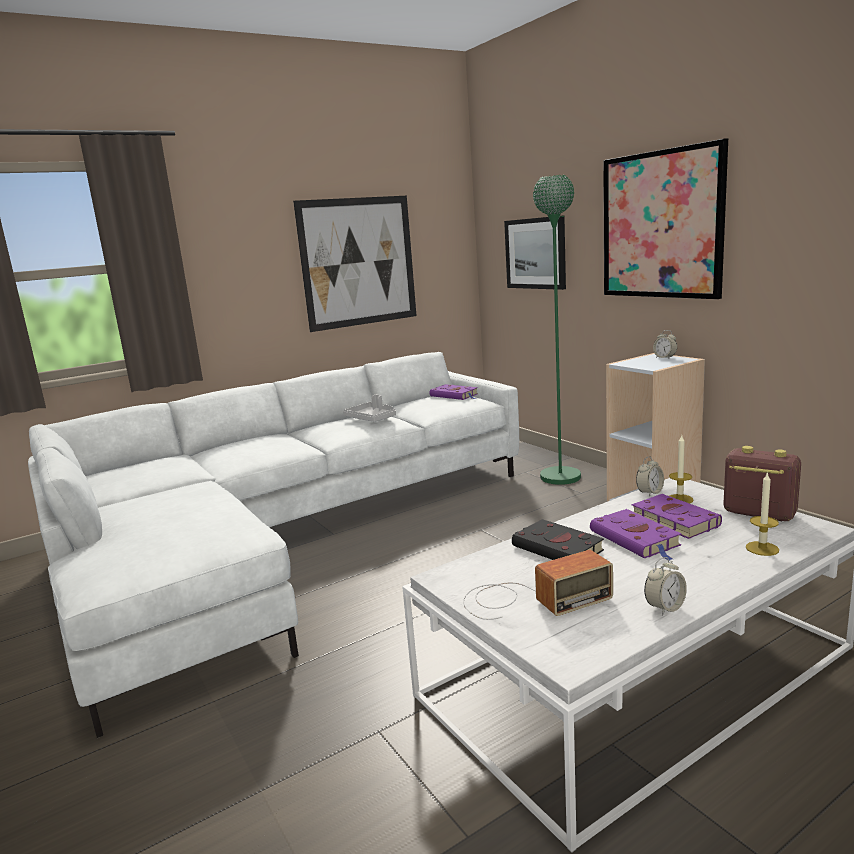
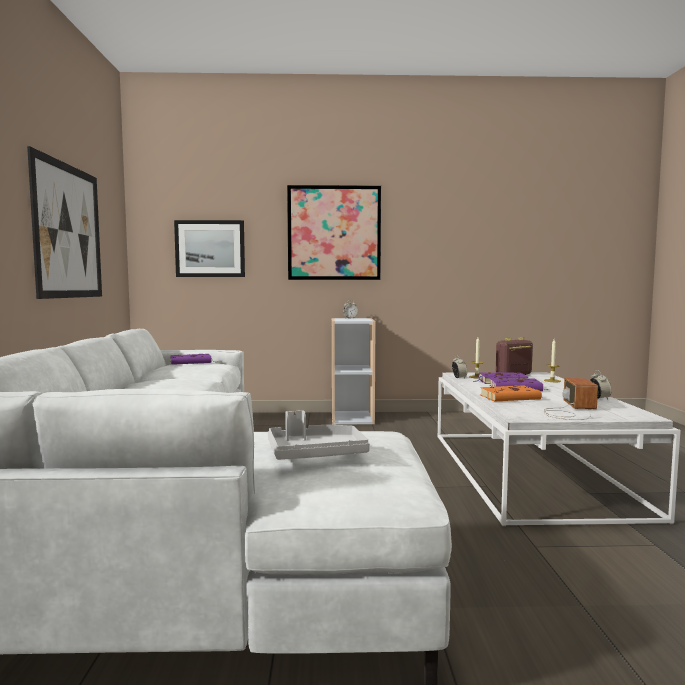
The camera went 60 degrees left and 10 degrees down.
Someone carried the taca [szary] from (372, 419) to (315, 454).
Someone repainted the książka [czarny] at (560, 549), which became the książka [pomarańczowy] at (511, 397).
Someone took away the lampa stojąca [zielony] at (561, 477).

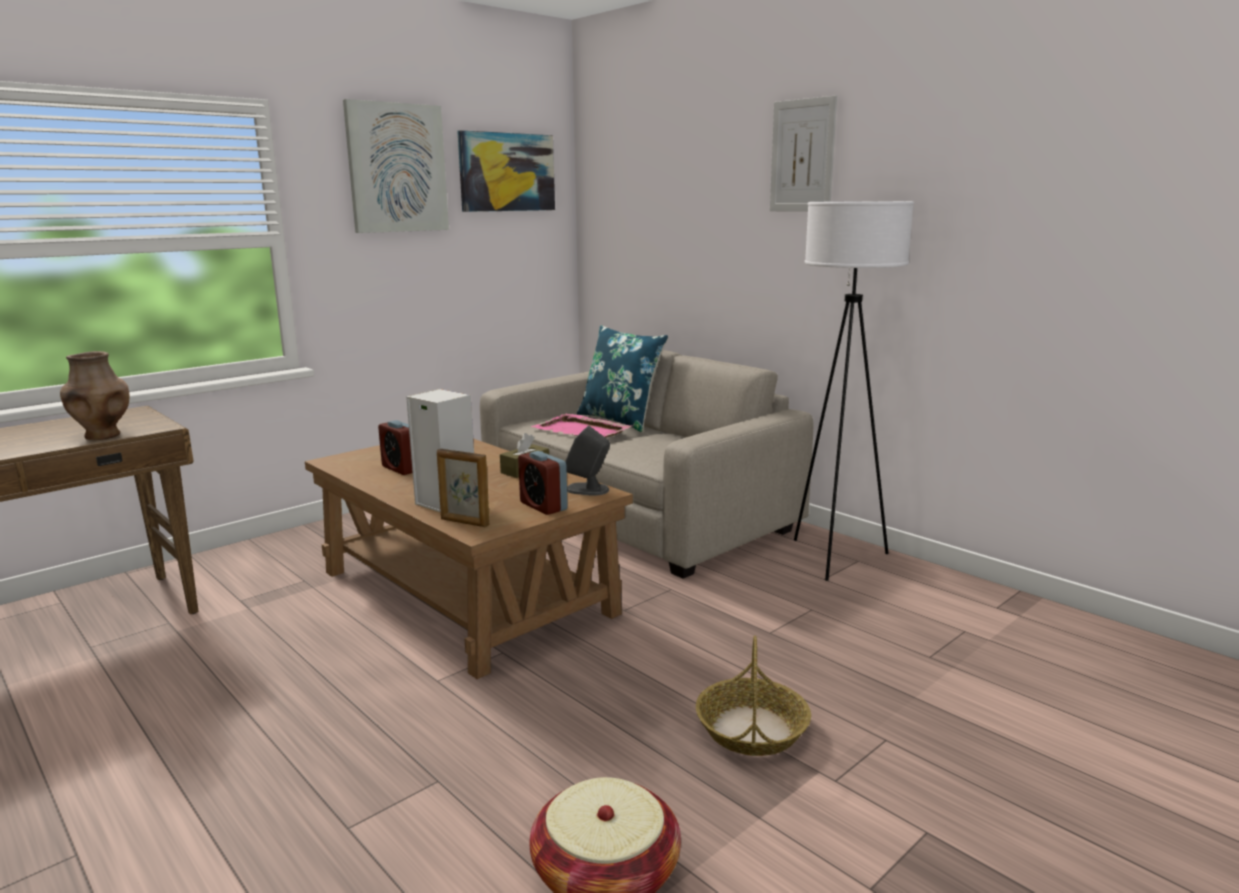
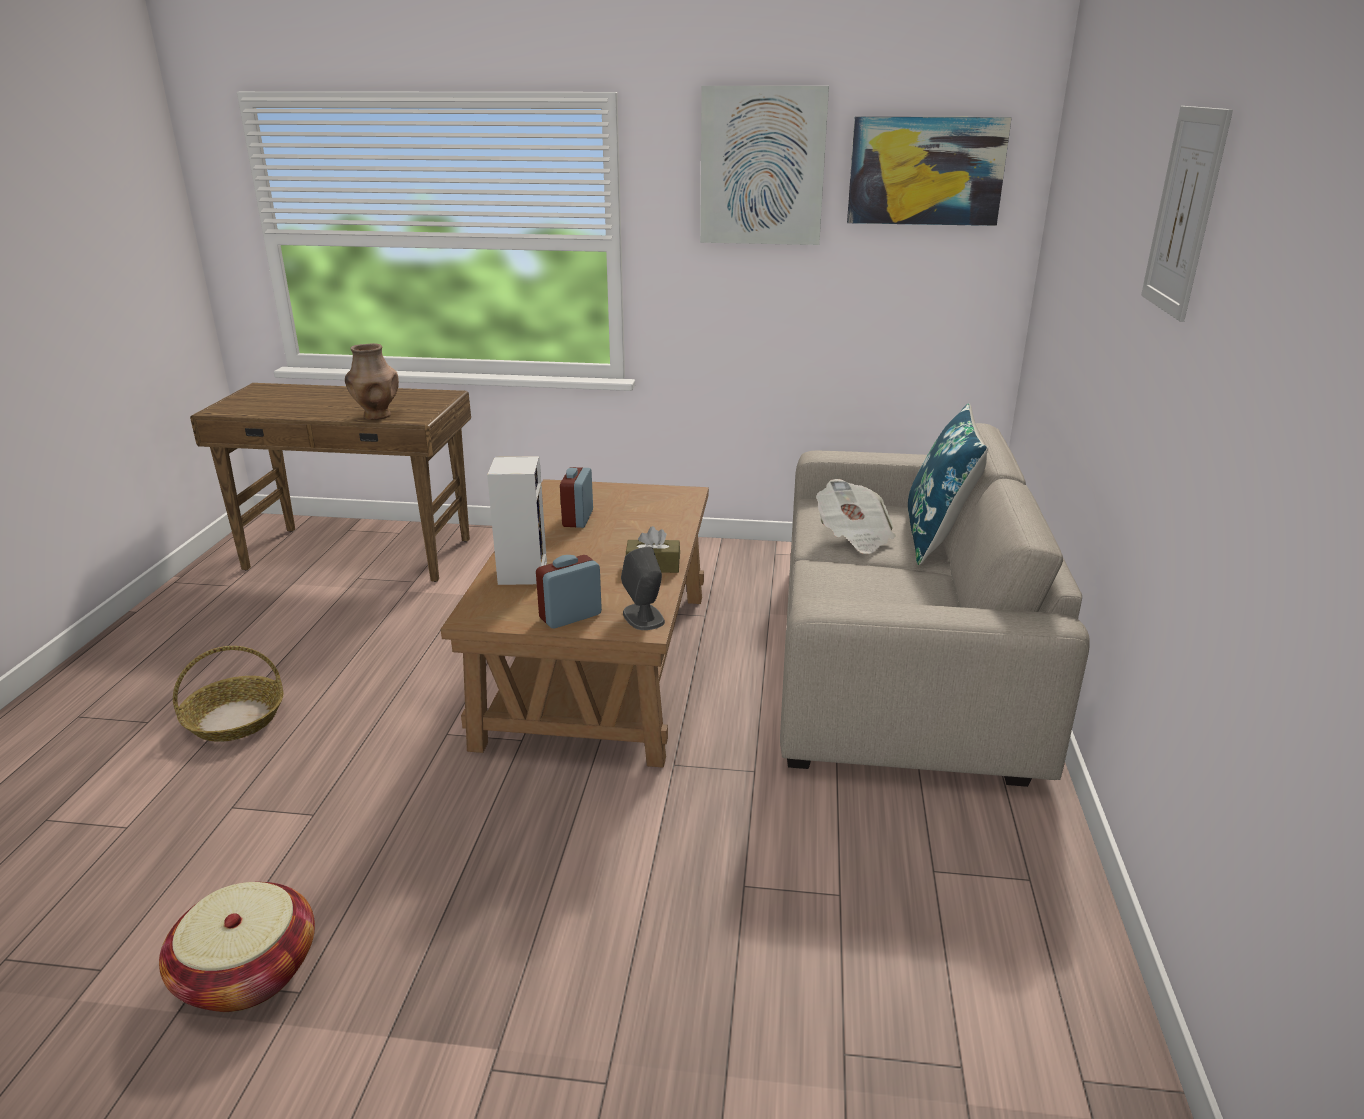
The camera went 50 degrees right and 10 degrees up.
Someone took away the ramka na zdjęcie at (464, 522).
Someone rotated the budzik at (543, 506) by 45 degrees clockwise.
Someone swapped the taca [różowy] at (582, 430) for the gazeta at (854, 536).
Someone carried the koszyk from (752, 730) to (234, 720).
Someone took away the lampa stojąca [biały] at (835, 558).

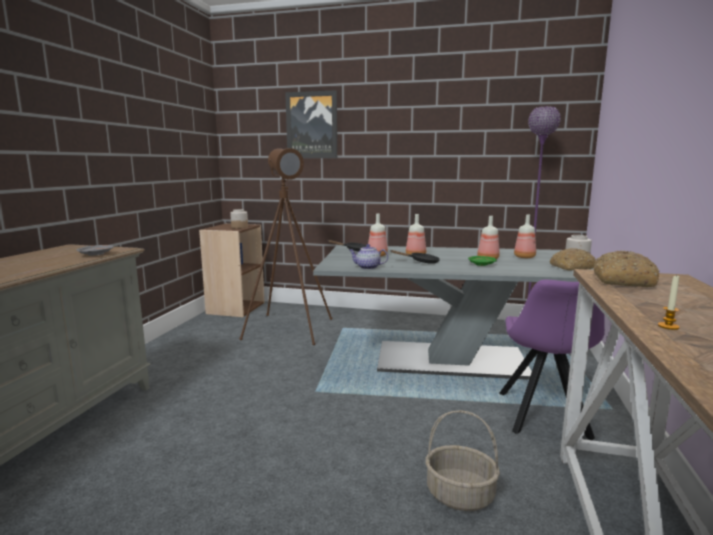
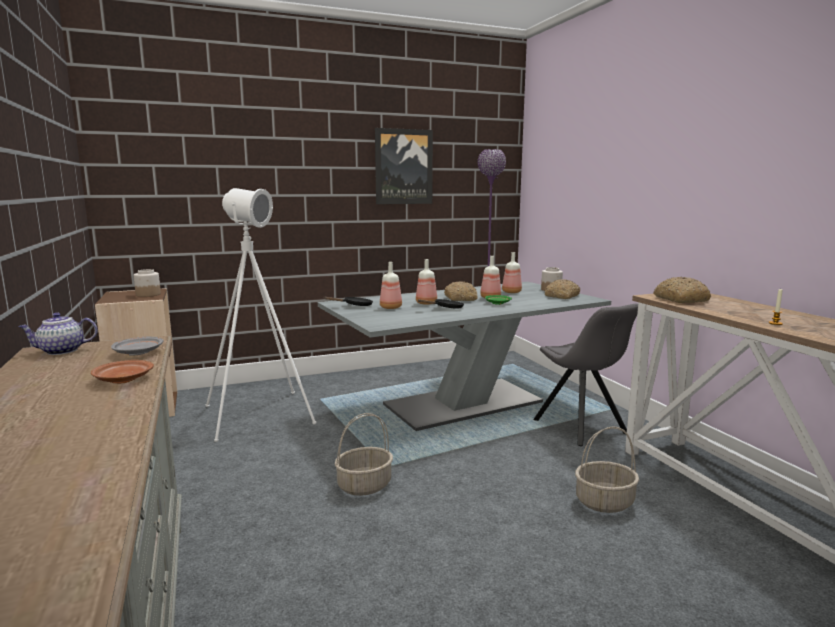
The camera went 35 degrees left and 0 degrees up.
Someone repainted the lampa stojąca [brązowy] at (289, 329), which became the lampa stojąca [biały] at (259, 415).
Someone carried the obraz from (312, 125) to (403, 167).
Someone carried the imbryk from (367, 267) to (61, 351).
Someone repainted the krzesło [fioletowy] at (543, 415), which became the krzesło [szary] at (580, 427).
Someone put down the talerz [brązowy] at (123, 379).
Someone put down the koszyk at (365, 485).
Someone put down the chleb at (461, 298).

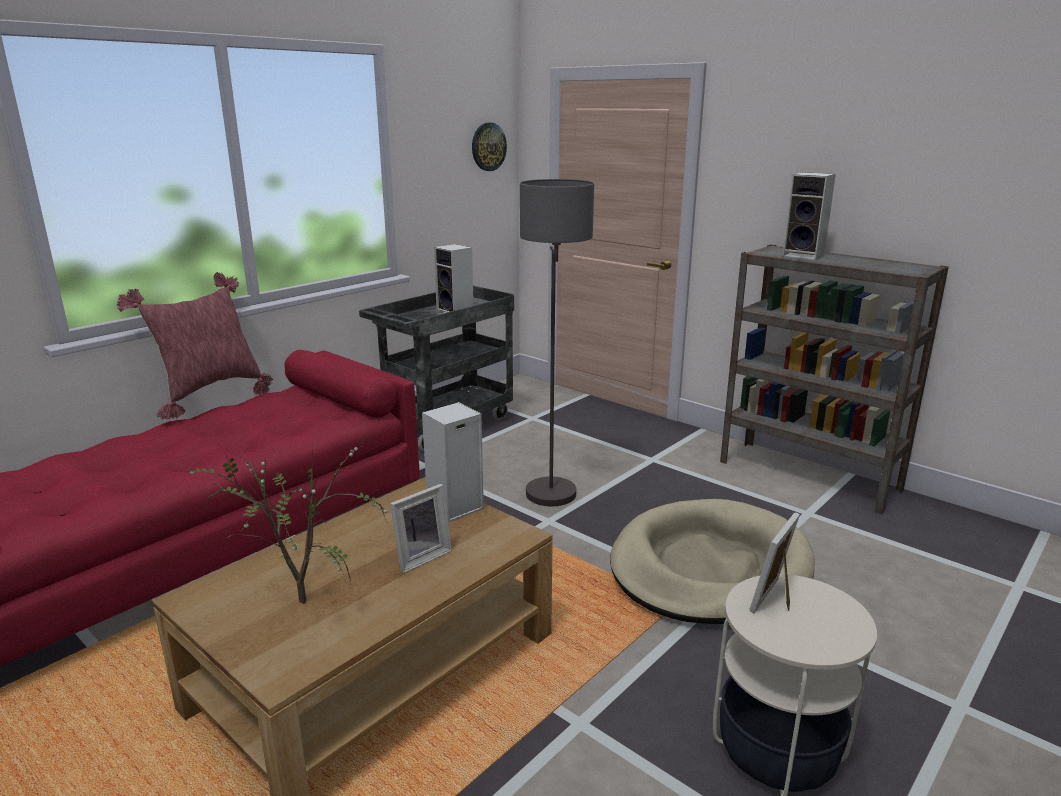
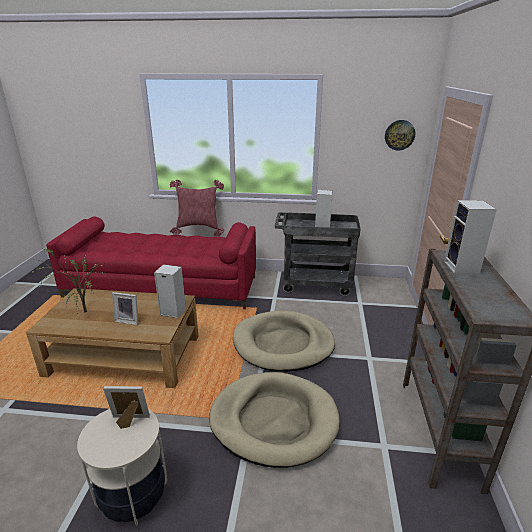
The camera went 55 degrees right and 5 degrees up.
Someone swapped the lampa stojąca [szary] at (552, 501) for the legowisko [beżowy] at (283, 344).

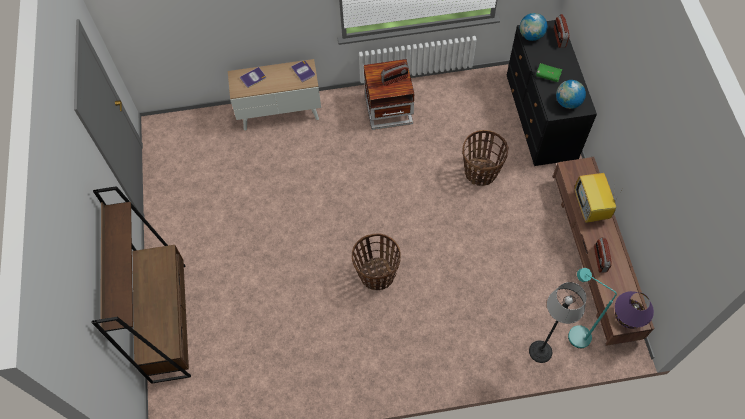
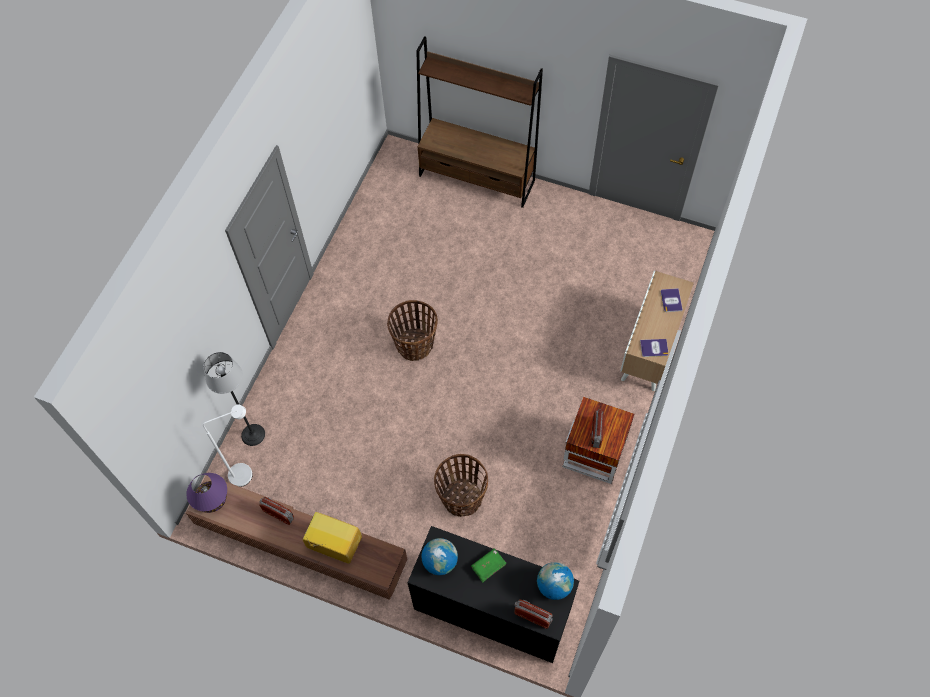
The camera went 120 degrees right and 0 degrees up.
Someone repainted the lampa stojąca [turkusowy] at (573, 333), which became the lampa stojąca [biały] at (247, 473).

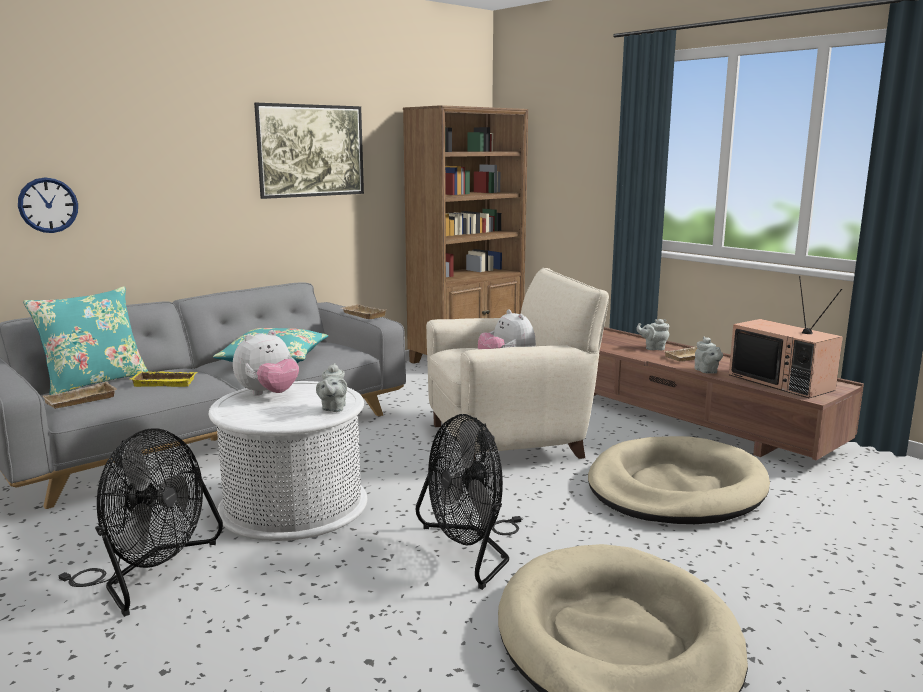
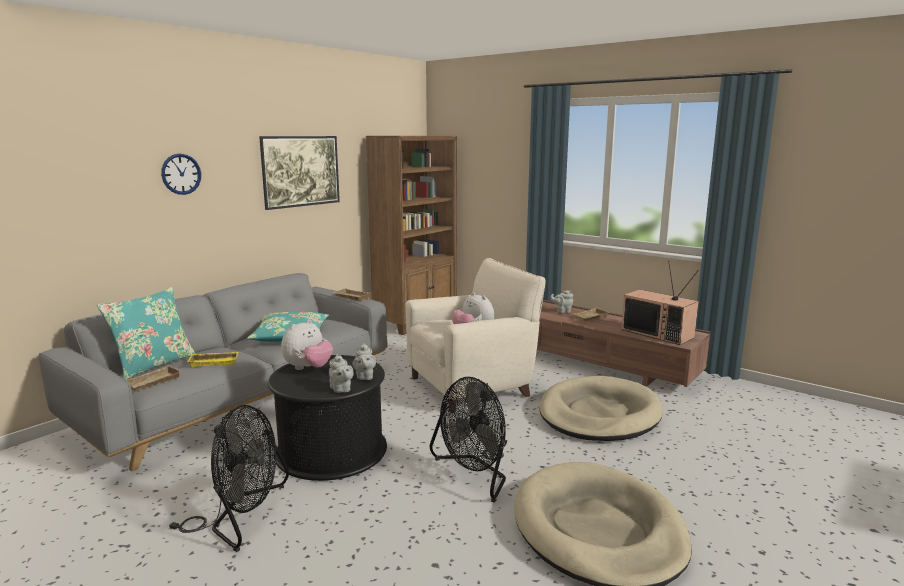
The camera went 10 degrees left and 0 degrees up.
Someone carried the zegar ścienny from (48, 205) to (181, 174).
Someone repainted the ława [biały] at (293, 505), which became the ława [czarny] at (331, 450).
Someone carried the imbryk [szary] from (707, 371) to (341, 389).

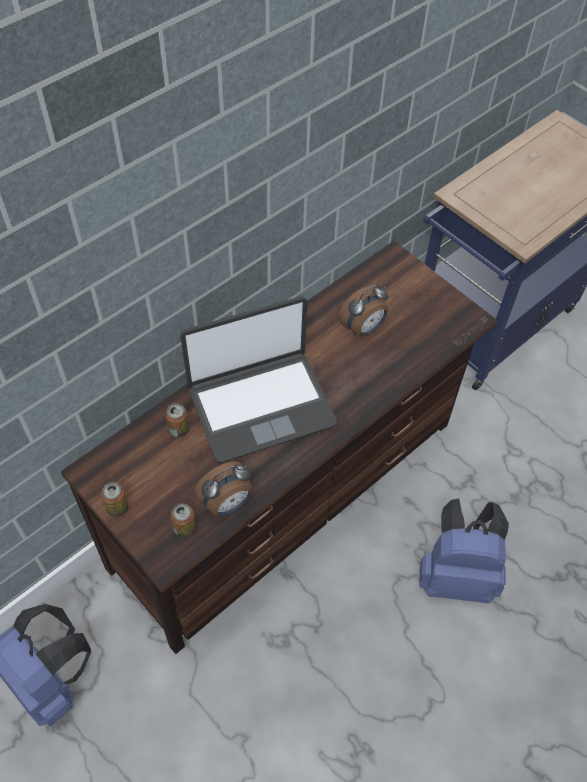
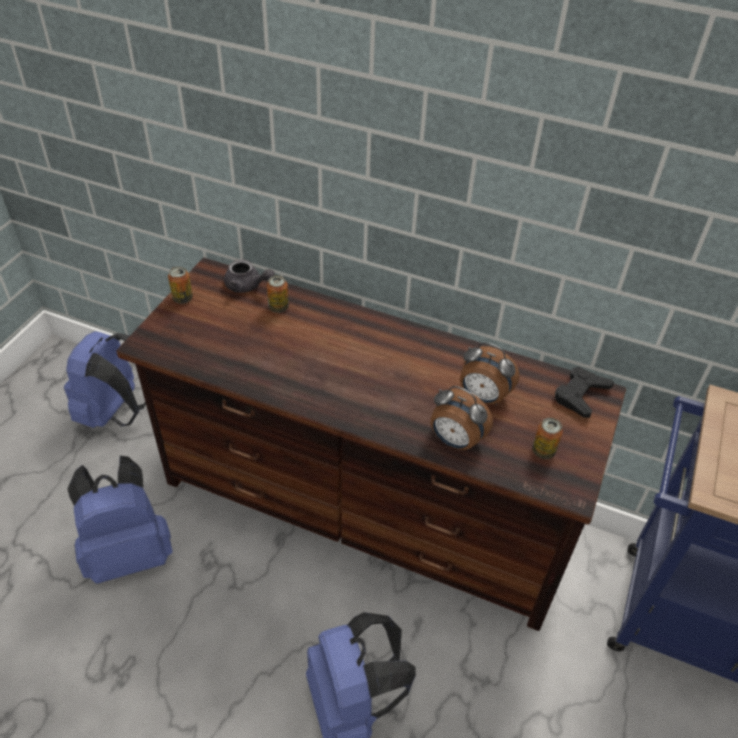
The camera went 65 degrees right and 10 degrees down.
Someone carried the puszka from (185, 528) to (543, 451).
Someone took away the laptop at (260, 405).
Someone carried the budzik from (227, 503) to (455, 441).
Someone put down the plecak [niebieski] at (129, 553).
Someone put down the imbryk [szary] at (247, 286).
Someone put down the pad do gier [czarny] at (580, 395).

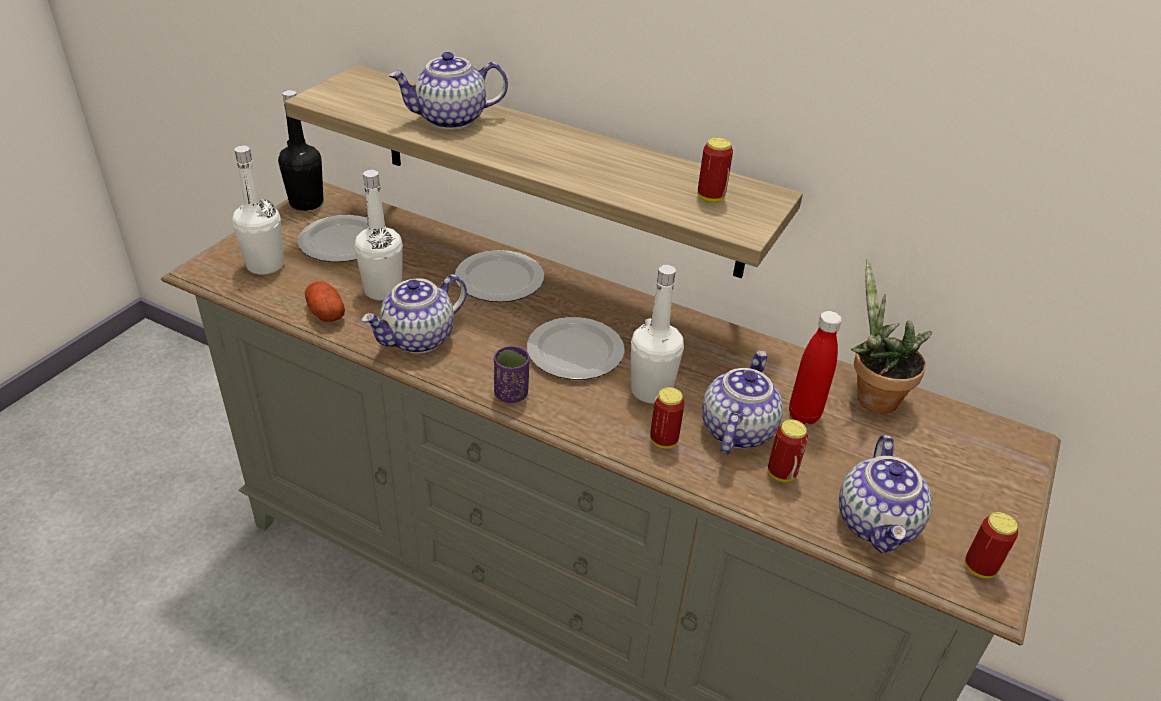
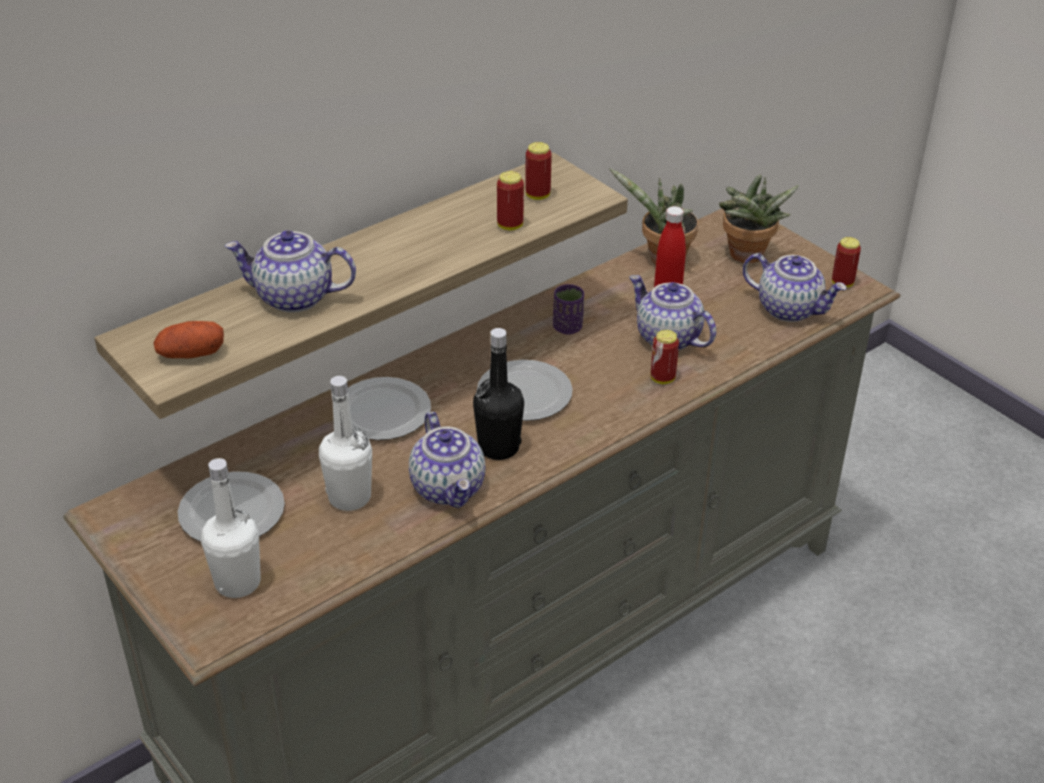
The camera went 65 degrees left and 0 degrees up.
Someone carried the butelka [czarny] from (306, 203) to (498, 447).
Someone carried the ziemniak from (325, 312) to (191, 354).
Someone rotated the imbryk at (450, 119) by 90 degrees clockwise.
Someone carried the filiżanka [fioletowy] from (511, 394) to (567, 327).
Someone took away the butelka [biały] at (651, 390).
Someone carried the puszka from (781, 474) to (510, 225).
Someone put down the roślina doniczkowa at (747, 257).

